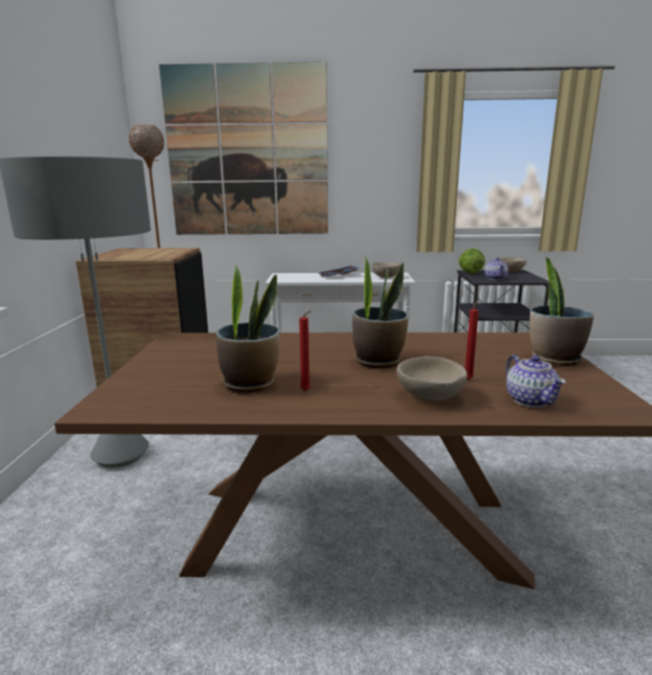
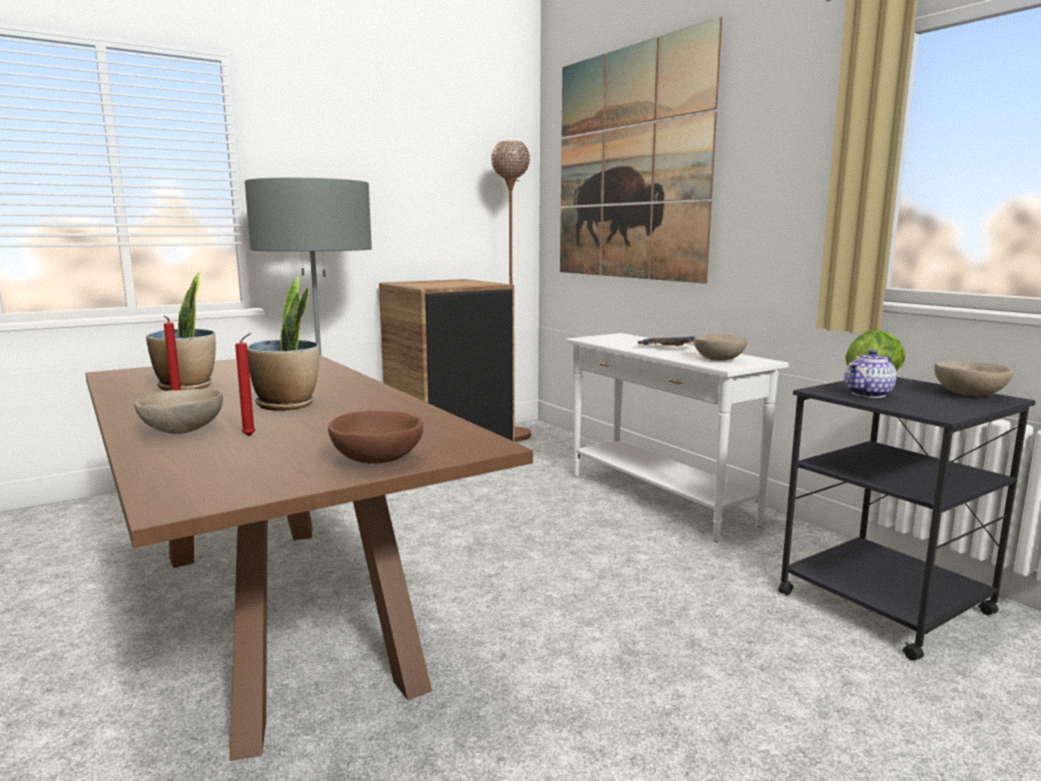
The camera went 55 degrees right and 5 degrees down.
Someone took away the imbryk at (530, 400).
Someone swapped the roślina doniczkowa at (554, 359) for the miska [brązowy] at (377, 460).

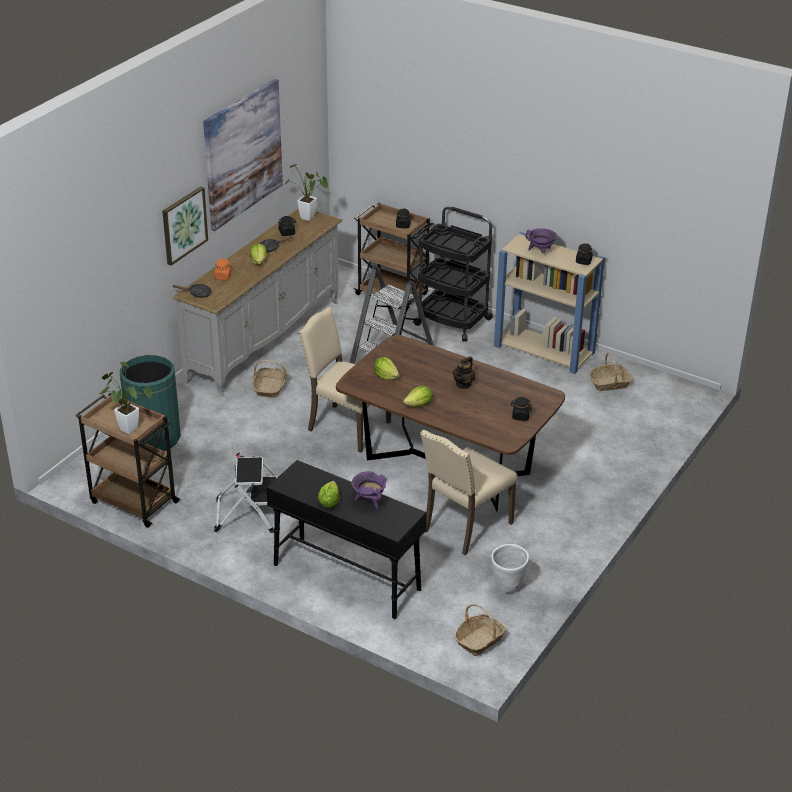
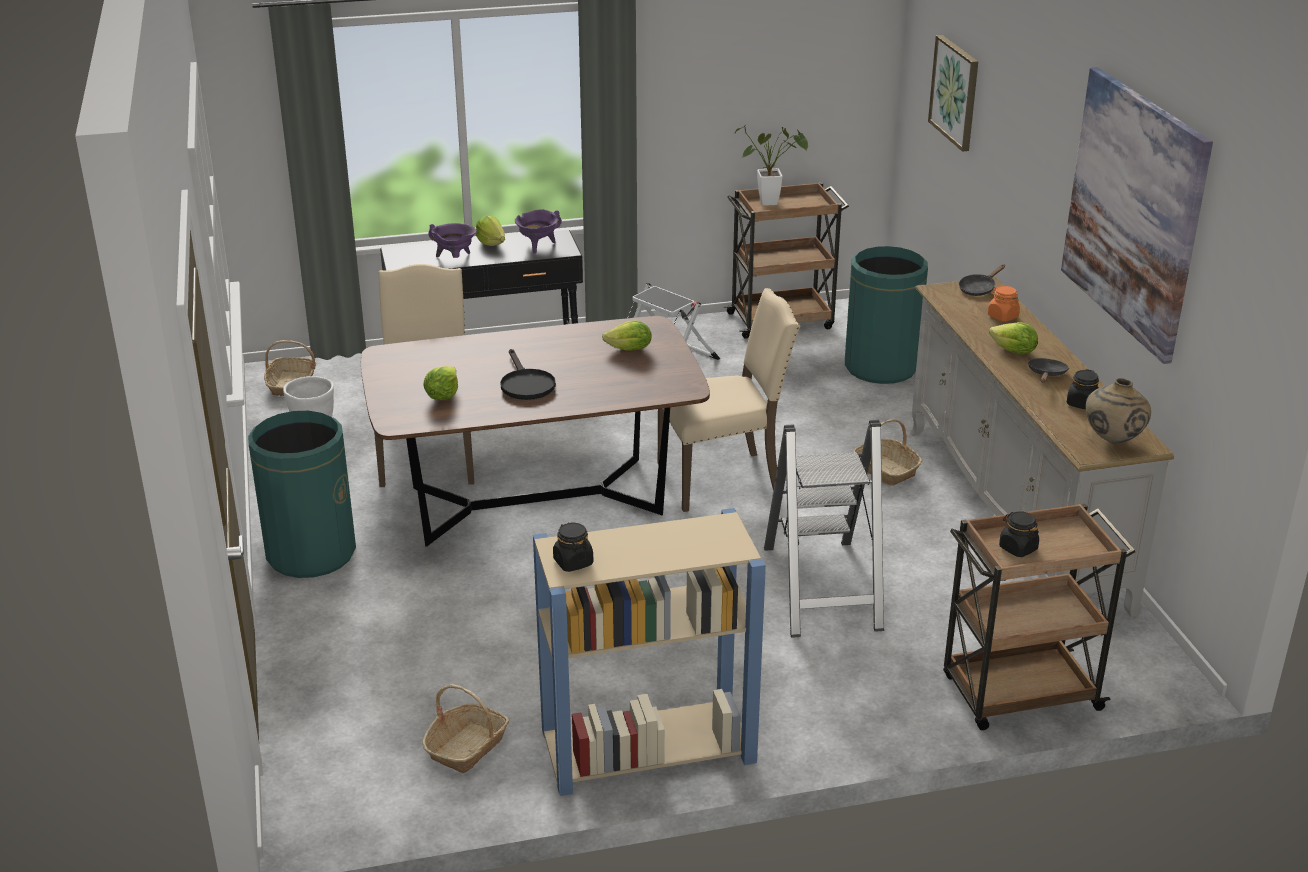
The camera went 135 degrees right and 5 degrees down.
Someone carried the obraz from (184, 225) to (955, 92).
Someone swapped the roślina doniczkowa at (310, 218) for the wazon [beżowy] at (1112, 440).
Someone carried the sałata from (419, 405) to (442, 396).
Someone took away the wózek [czarny] at (452, 322).
Someone swapped the imbryk at (463, 384) for the patelnia [czarny] at (525, 384).
Someone took away the słoik [czarny] at (520, 416).
Someone carried the garnek [fioletowy] from (540, 252) to (538, 246).
Someone put down the kosz na śmieci [zielony] at (311, 553).

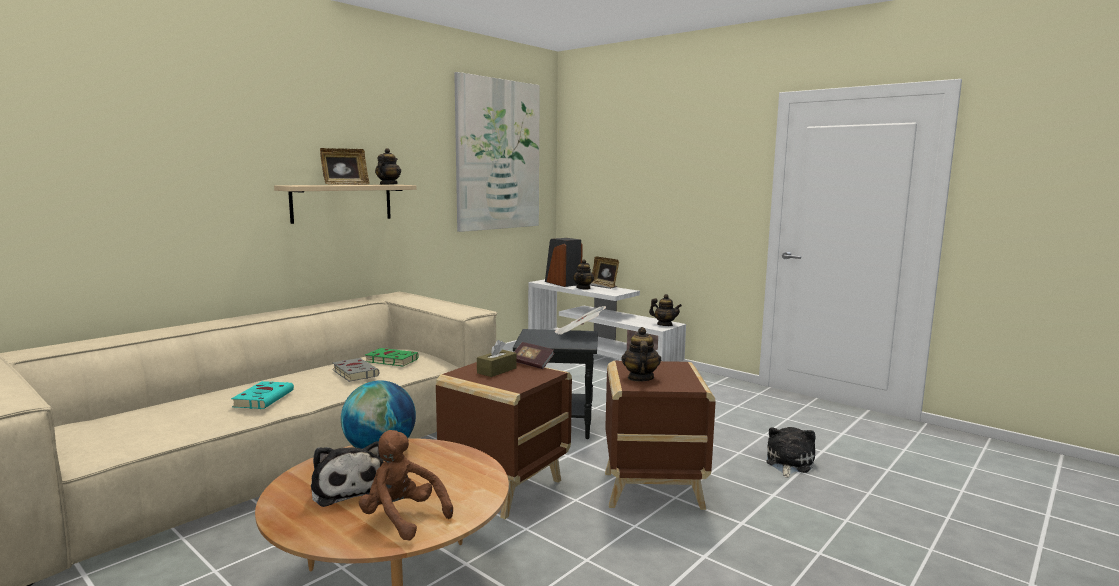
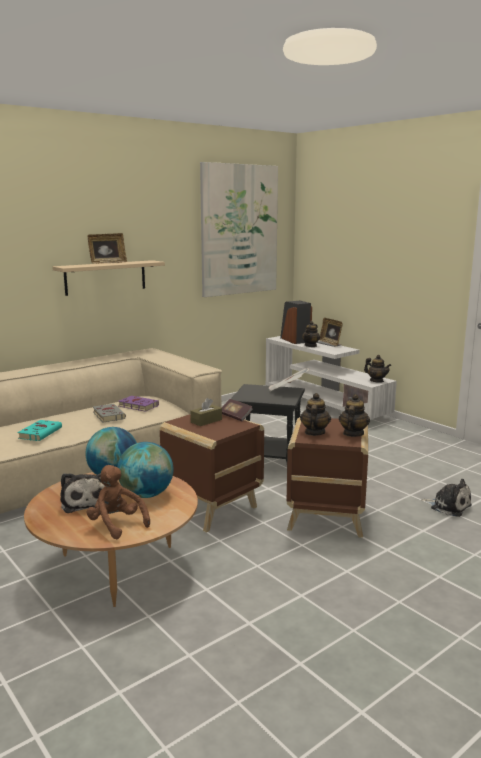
The camera went 10 degrees right and 5 degrees up.
Someone repainted the książka [zielony] at (390, 360), which became the książka [fioletowy] at (137, 406).
Someone carried the imbryk from (388, 184) to (353, 434).
Someone rotated the pluszak at (788, 463) by 90 degrees clockwise.
Someone put down the globus at (146, 495).

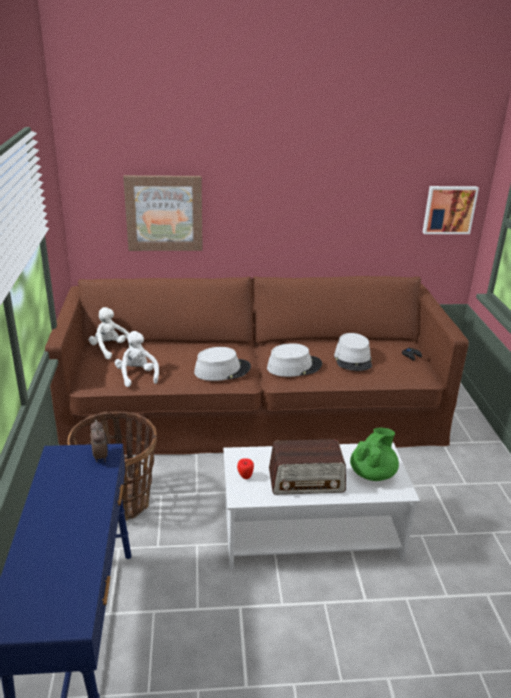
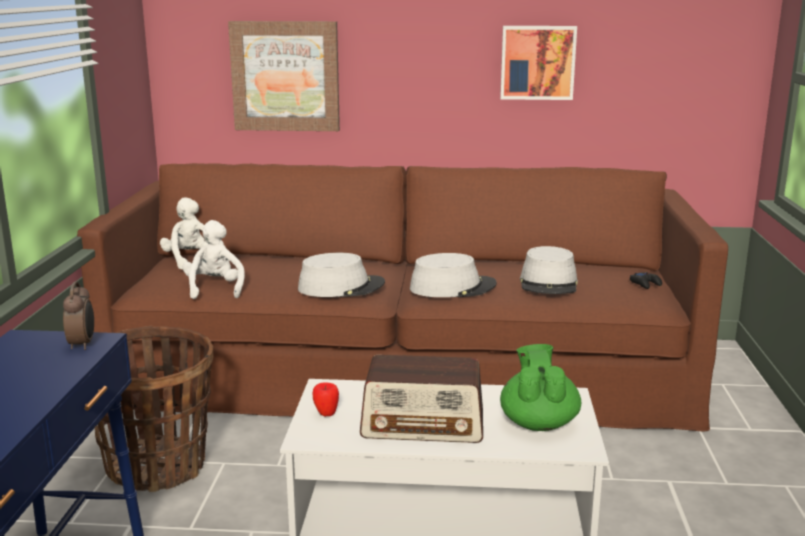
The camera went 10 degrees right and 10 degrees down.
Someone rotated the imbryk [zielony] at (373, 473) by 45 degrees counterclockwise.
Someone carried the obraz from (449, 209) to (537, 62).

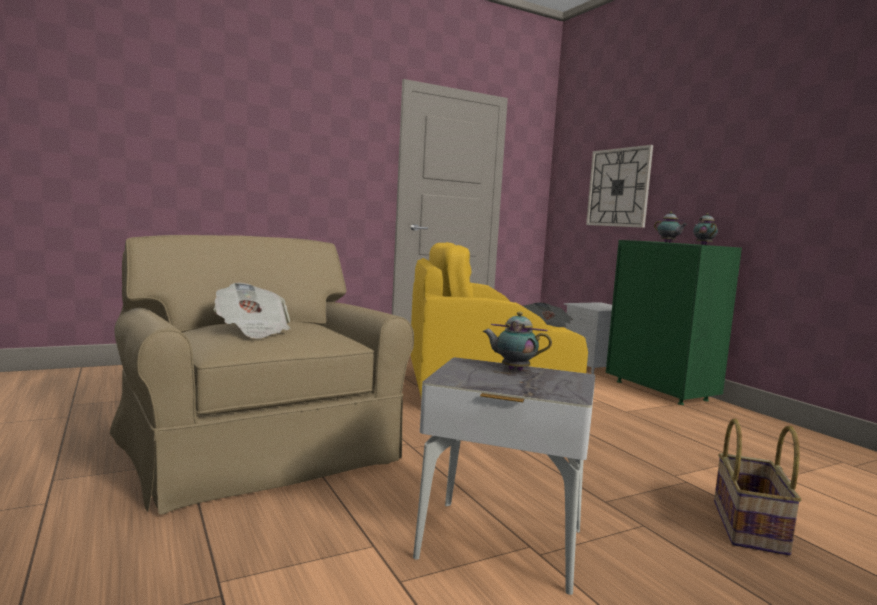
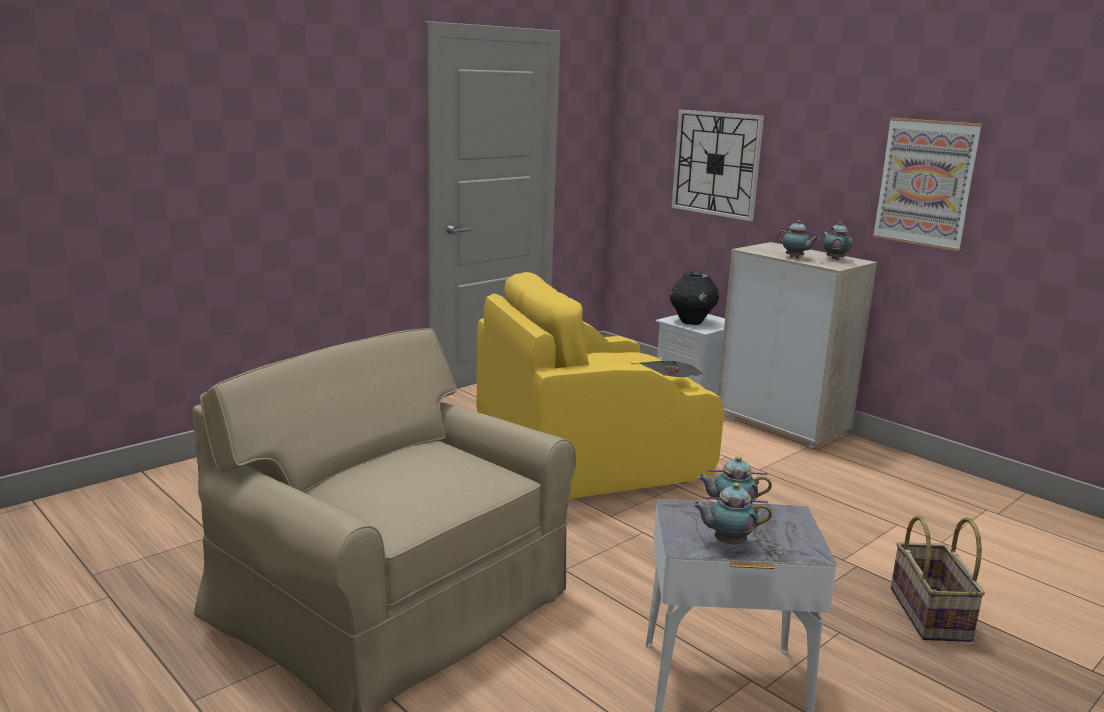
The camera went 15 degrees left and 10 degrees up.
Someone took away the gazeta at (252, 331).
Someone repainted the szafka [zielony] at (662, 391), which became the szafka [beżowy] at (783, 427).
Someone put down the wazon [czarny] at (691, 322).
Someone put down the imbryk at (727, 542).
Someone put up the obraz at (925, 183).

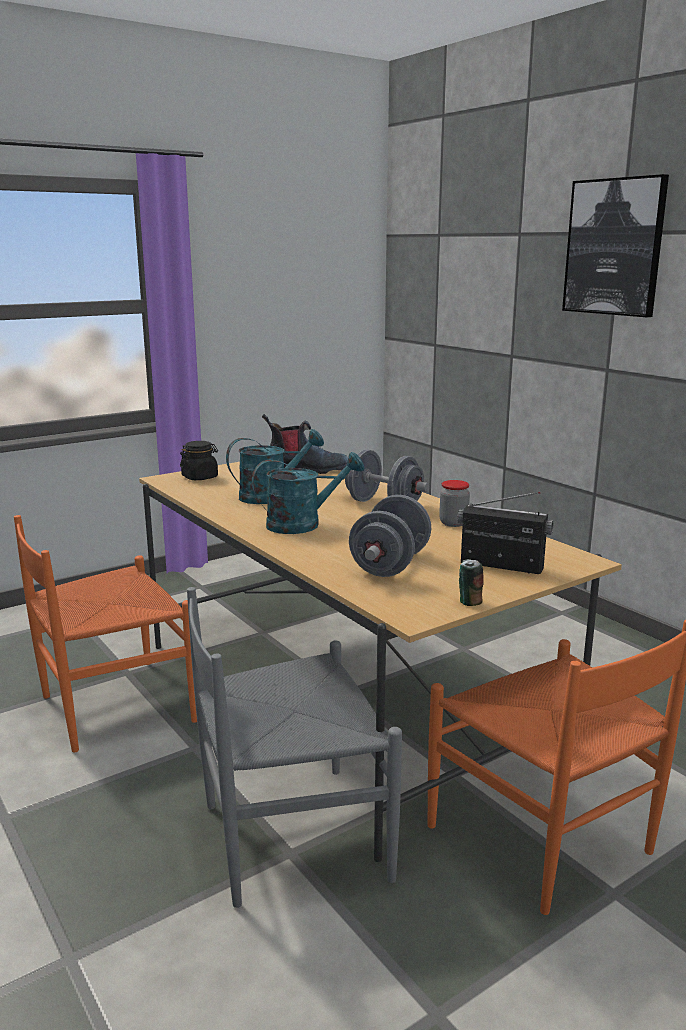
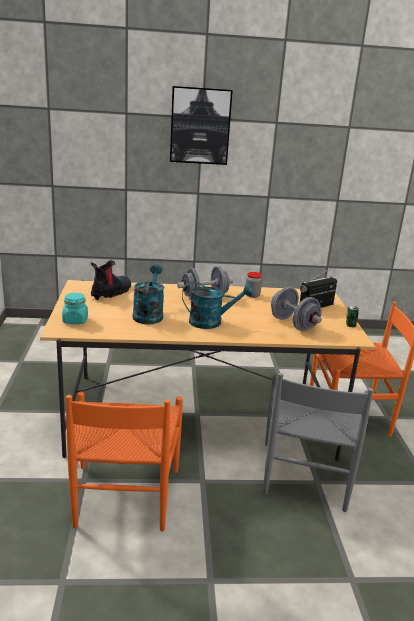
The camera went 60 degrees left and 5 degrees up.
Someone repainted the słoik [czarny] at (200, 477), which became the słoik [turkusowy] at (75, 320).
Someone rotated the konewka [turkusowy] at (303, 524) by 75 degrees clockwise.

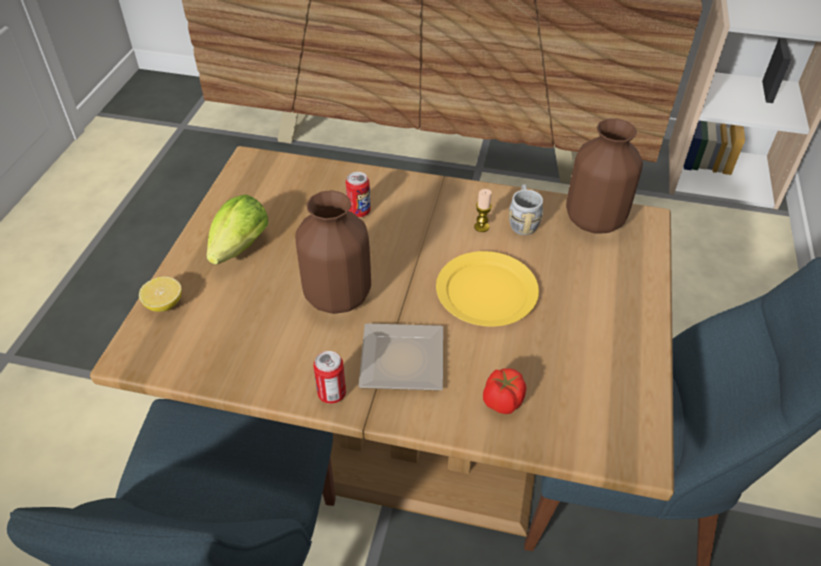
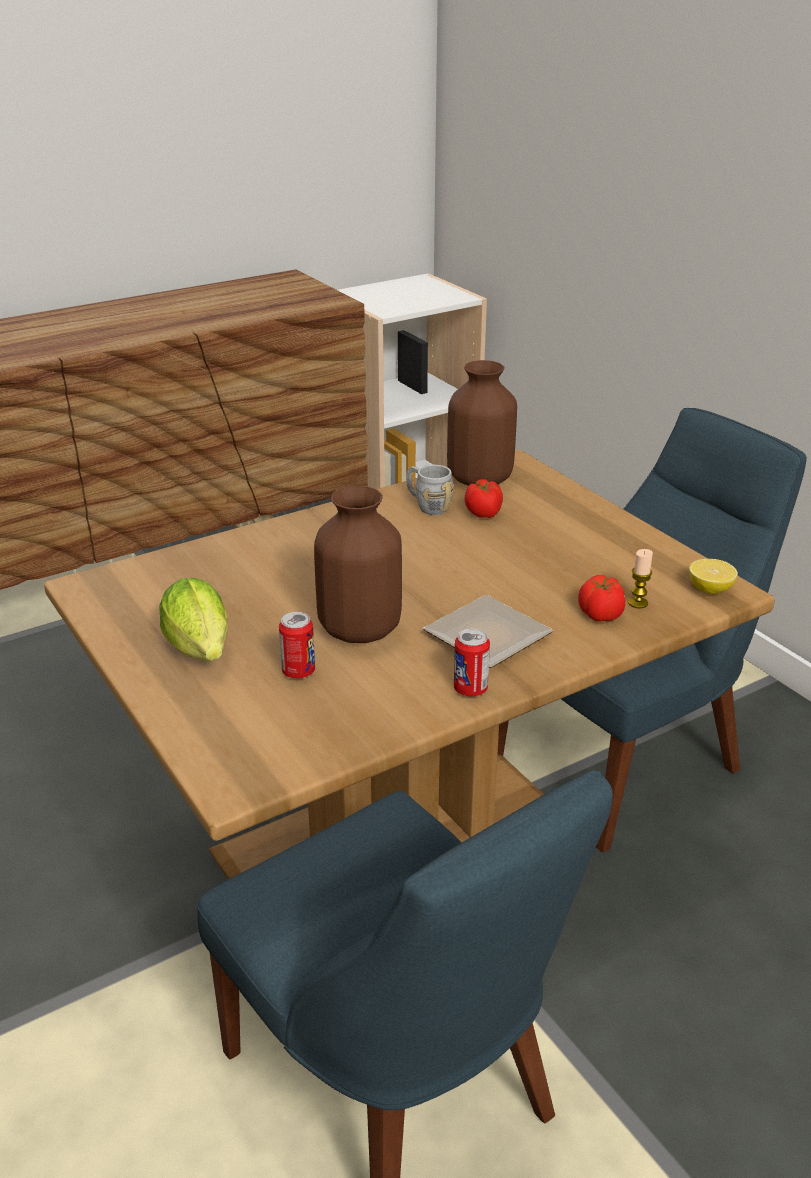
The camera went 45 degrees left and 15 degrees down.
Someone carried the cytryna from (164, 304) to (710, 589).
Someone carried the puszka from (359, 211) to (298, 672).
Someone took away the talerz [żółty] at (486, 292).
Someone carried the świeca from (481, 227) to (637, 603).
Someone put down the pomidor at (483, 513).

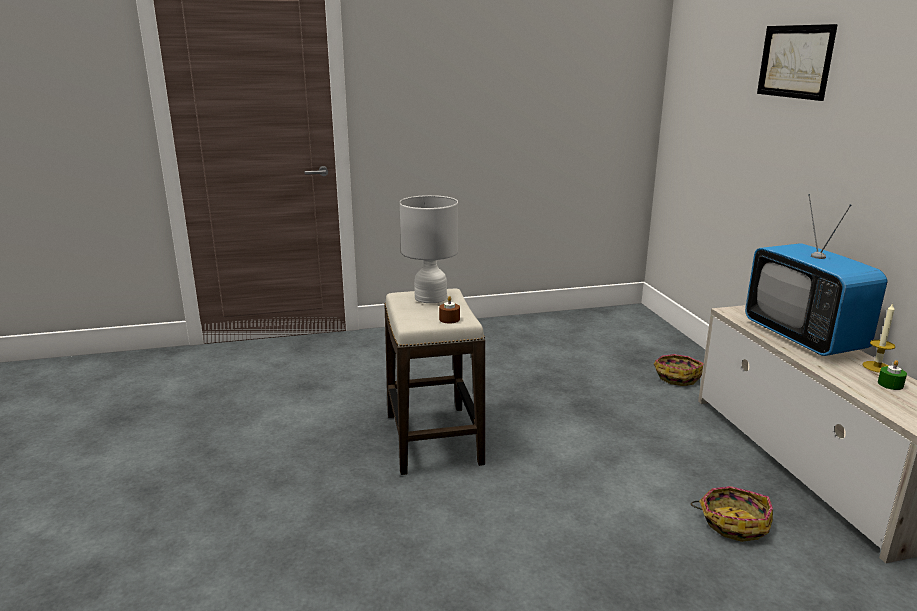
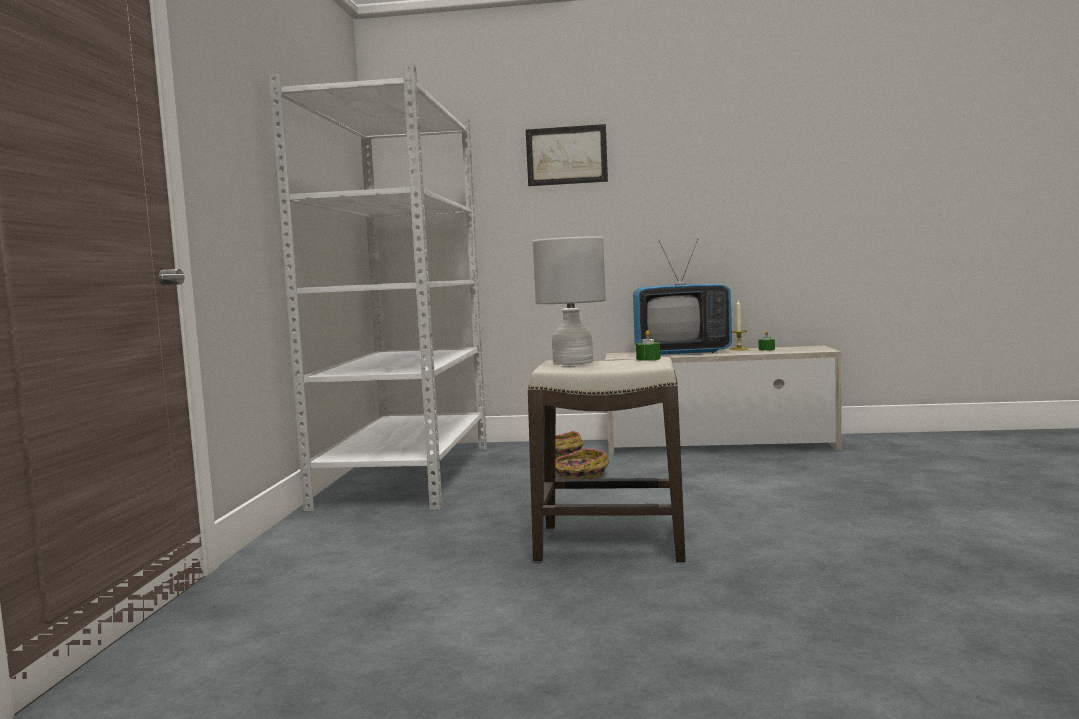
The camera went 70 degrees left and 15 degrees down.
Someone repainted the świeca [brązowy] at (449, 319), which became the świeca [zielony] at (648, 359).
Someone carried the koszyk from (733, 522) to (580, 475).
Someone put down the regał [biały] at (408, 475).

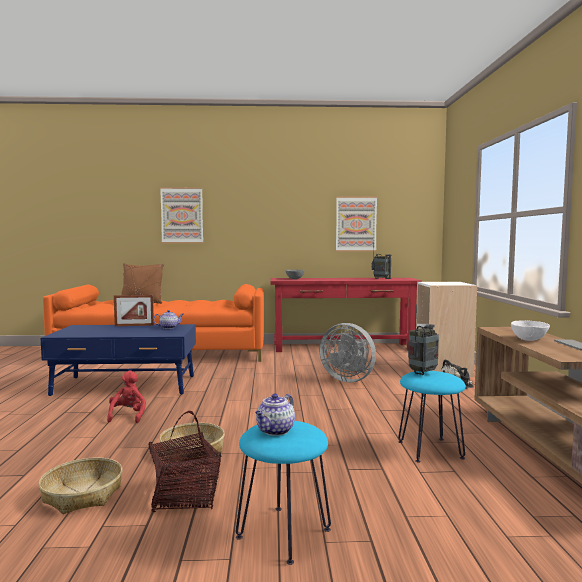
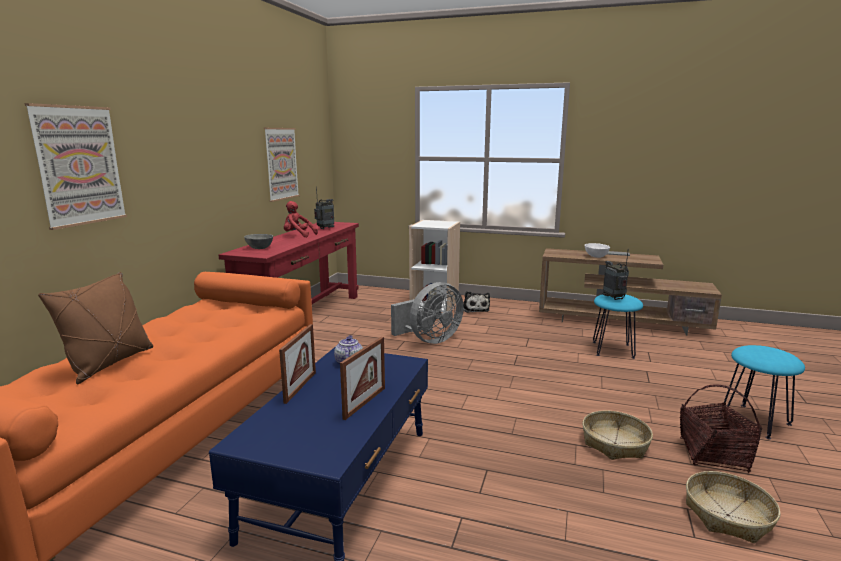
The camera went 70 degrees left and 10 degrees up.
Someone carried the pluszak [czerwony] from (128, 416) to (298, 235).
Someone took away the imbryk at (275, 431).
Someone put down the ramka na zdjęcie at (365, 403).

